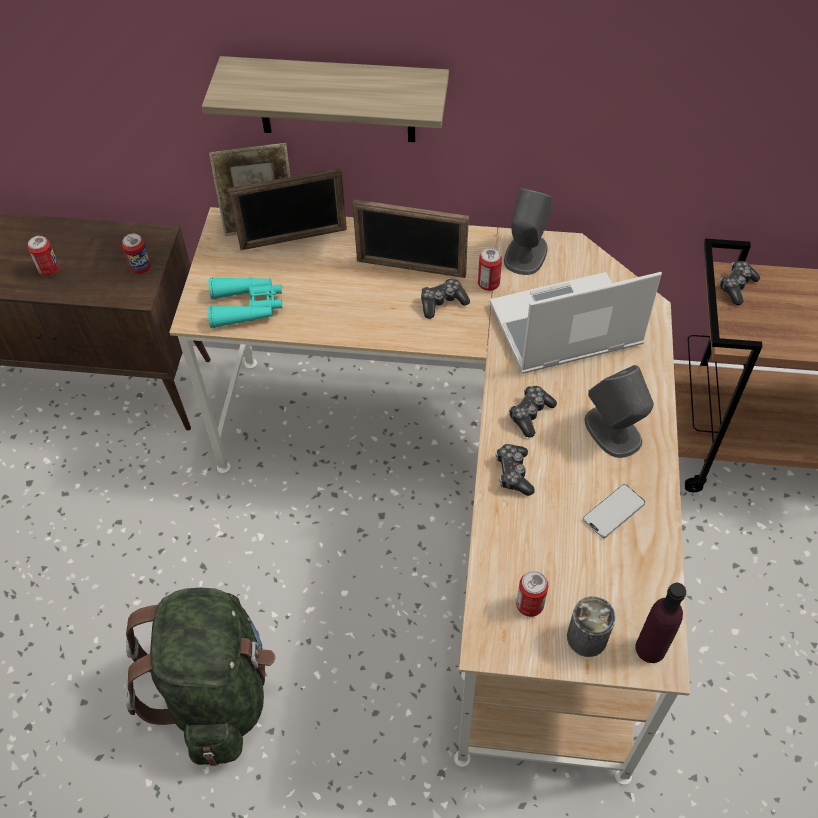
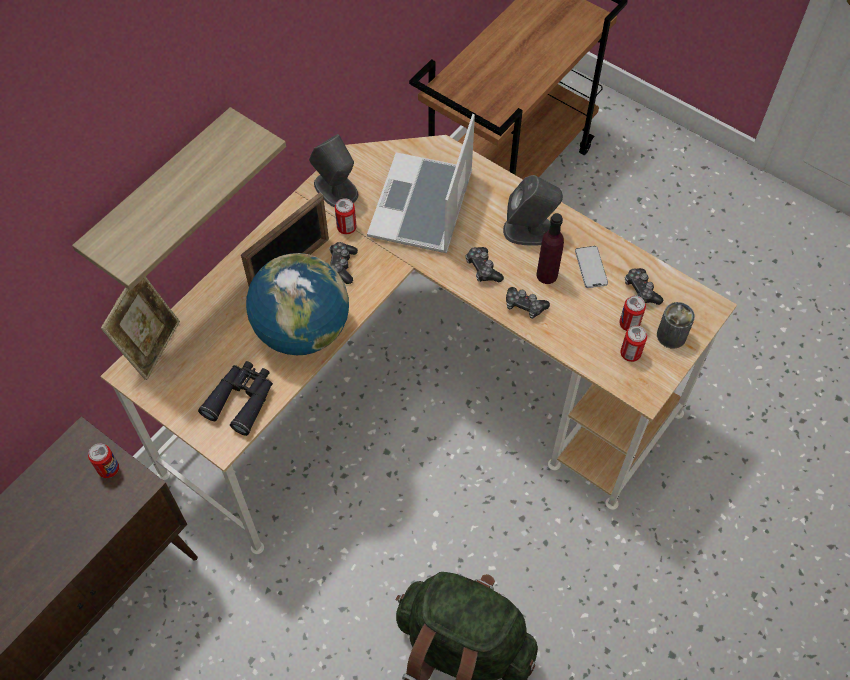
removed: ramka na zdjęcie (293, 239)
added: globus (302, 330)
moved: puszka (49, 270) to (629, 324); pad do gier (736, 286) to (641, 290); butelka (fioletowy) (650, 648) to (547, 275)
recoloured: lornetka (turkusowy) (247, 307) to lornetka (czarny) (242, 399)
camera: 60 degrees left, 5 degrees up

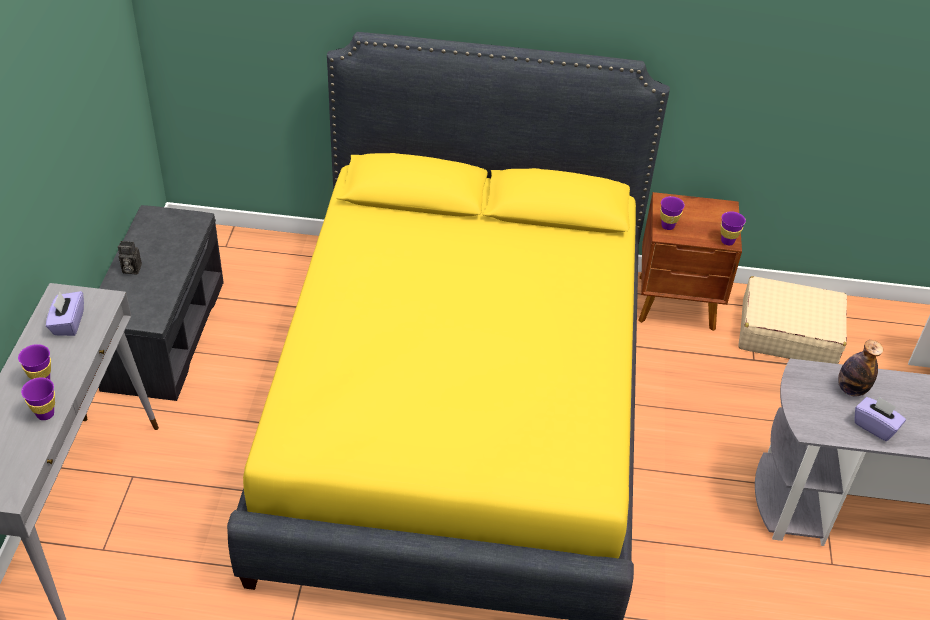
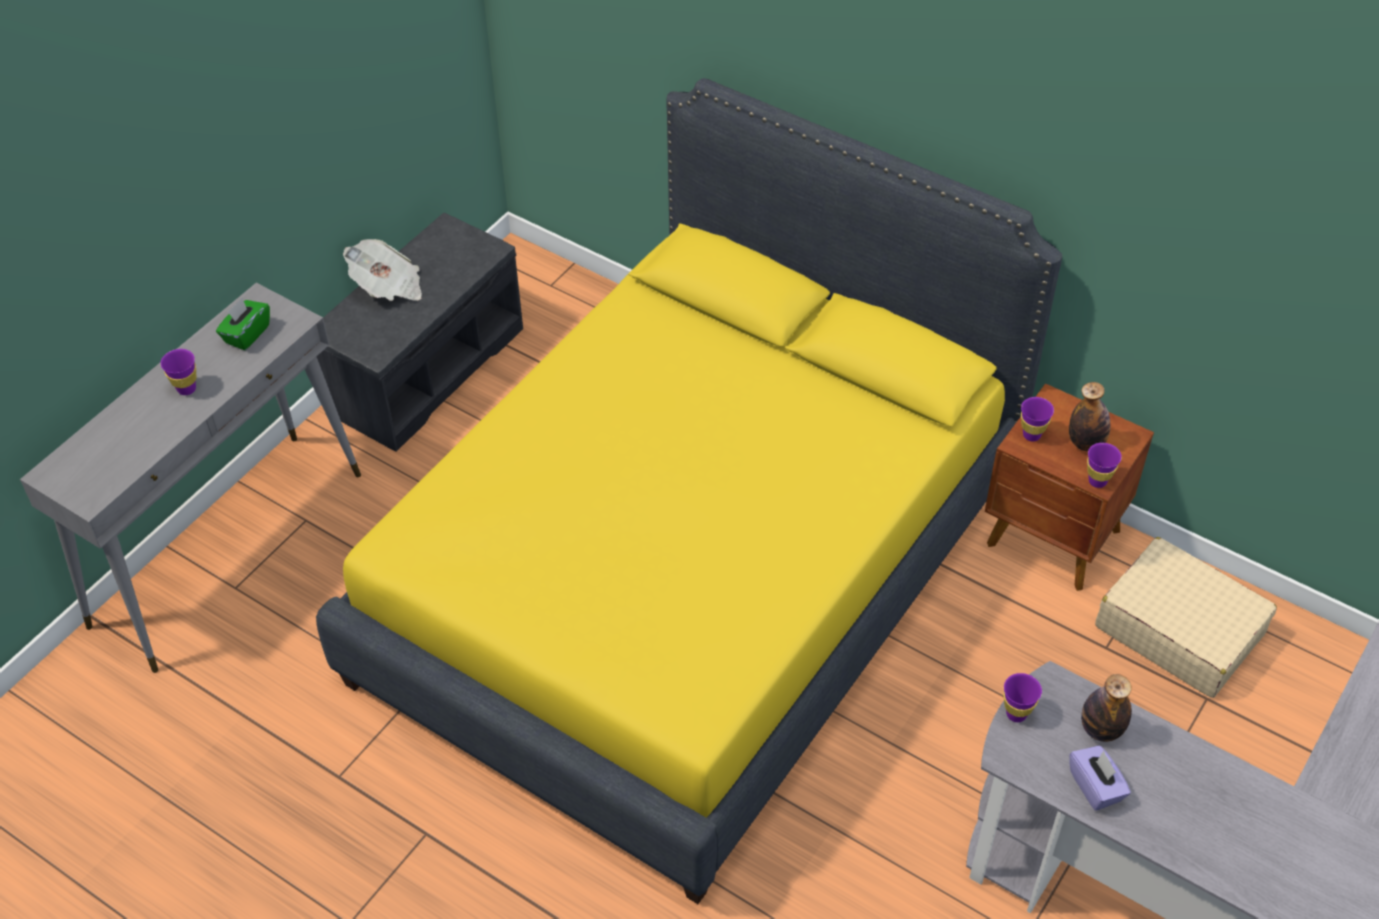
added: butelka (1086, 443)
moved: filiżanka (fioletowy) (45, 414) to (1016, 714)
replaced: aparat fotograficzny (130, 269) to gazeta (388, 287)
recoloured: pudełko chusteczek (fioletowy) (68, 323) to pudełko chusteczek (zielony) (246, 334)
camera: 30 degrees right, 5 degrees up

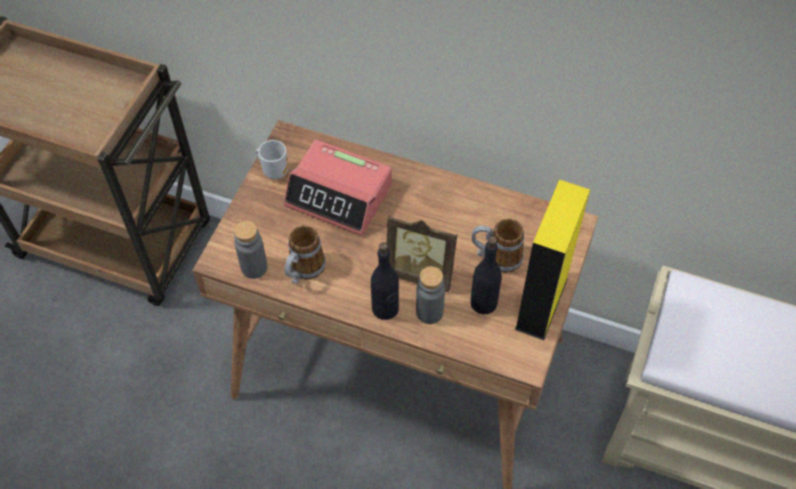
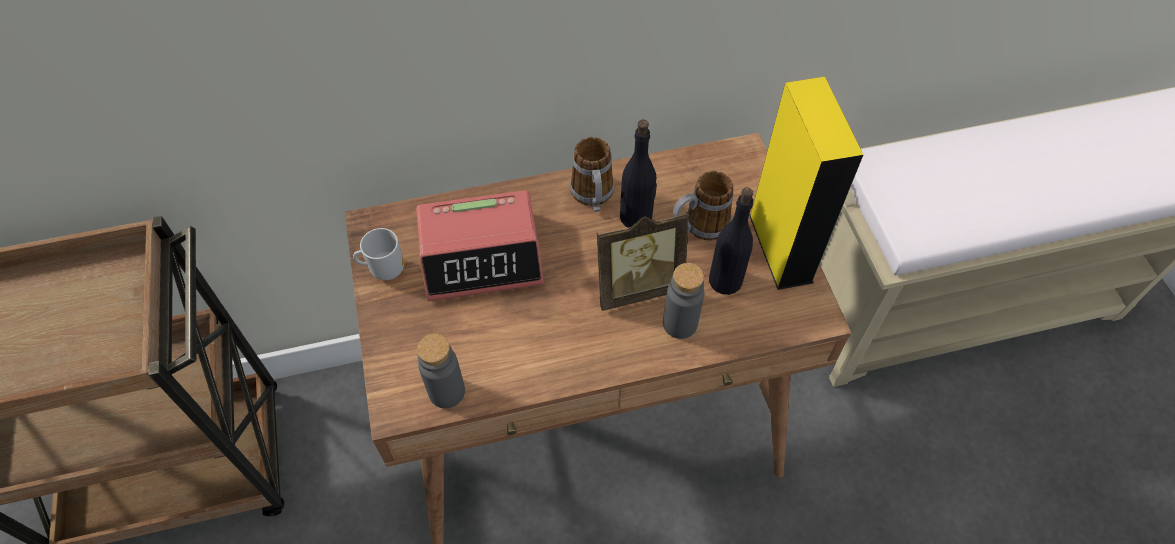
moved: kubek (303, 271) to (593, 197); butelka (czarny) (385, 308) to (636, 217)
camera: 35 degrees left, 0 degrees up

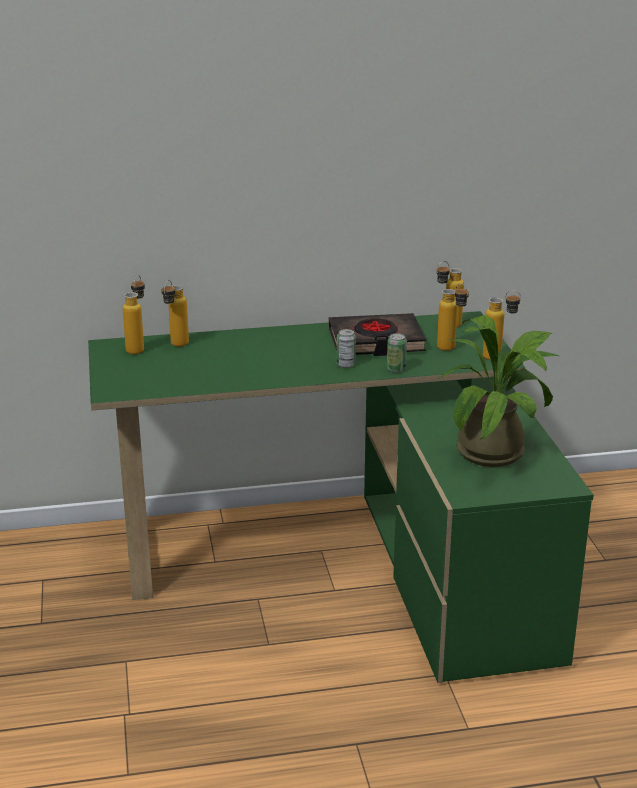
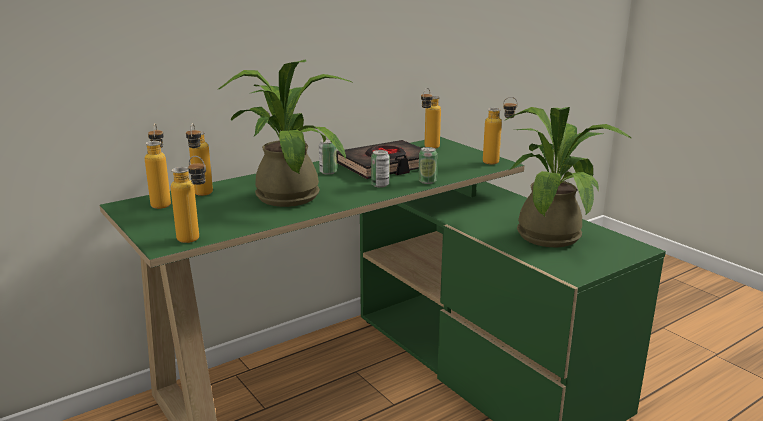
added: roślina doniczkowa (287, 194); puszka (328, 172)
moved: butelka (451, 350) to (195, 240)
camera: 25 degrees left, 5 degrees down

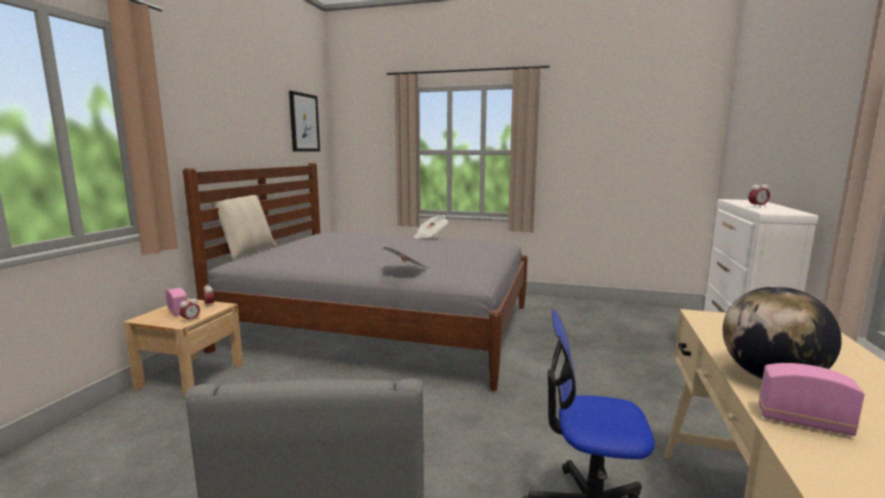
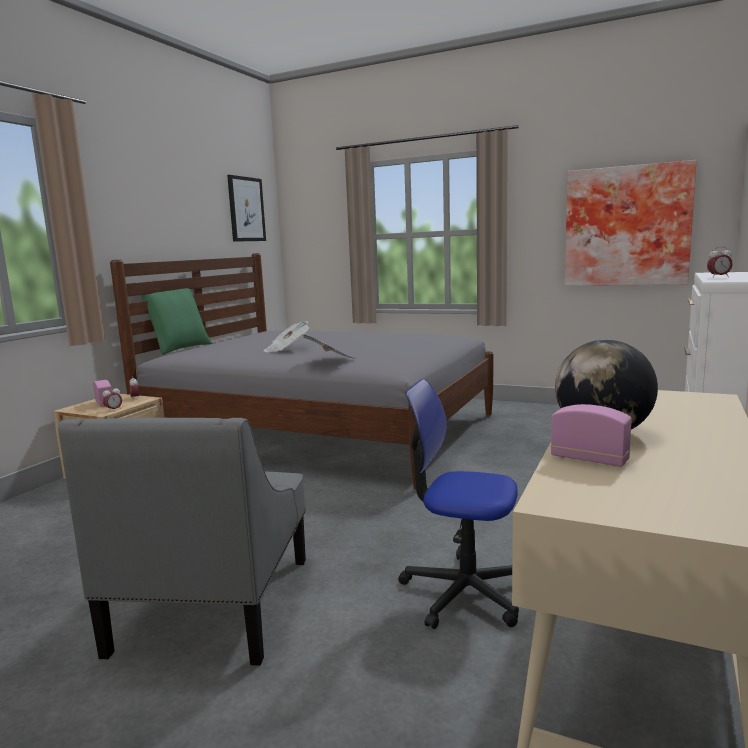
added: obraz (626, 226)
moved: gazeta (430, 236) to (287, 349)
recoloured: poduszka (beżowy) (247, 252) to poduszka (zielony) (179, 349)
camera: 10 degrees right, 0 degrees up

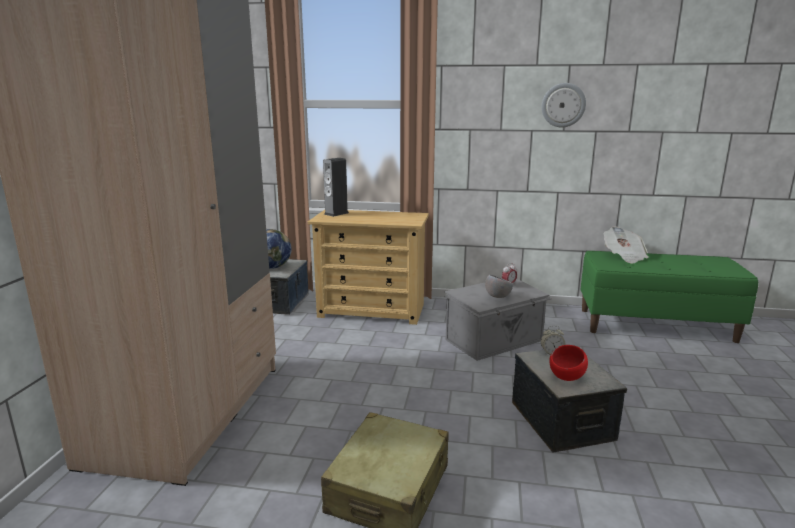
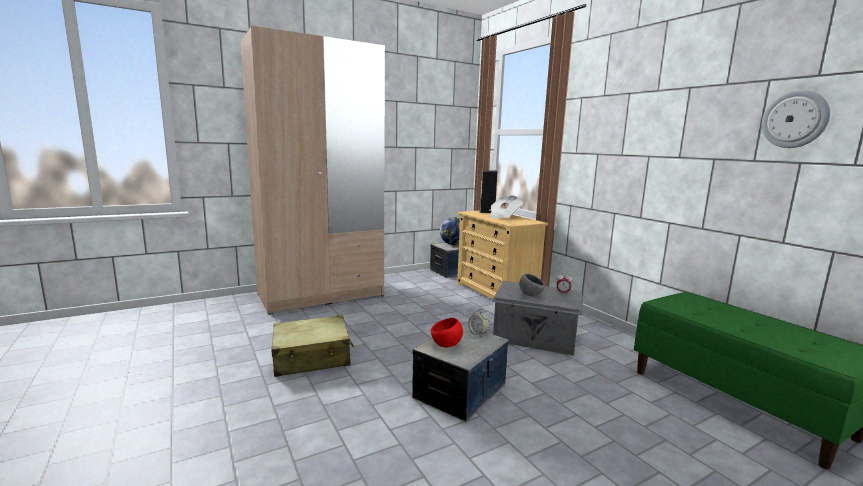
moved: zegar ścienny (563, 105) to (795, 119); gazeta (624, 256) to (503, 216)
camera: 50 degrees right, 5 degrees down

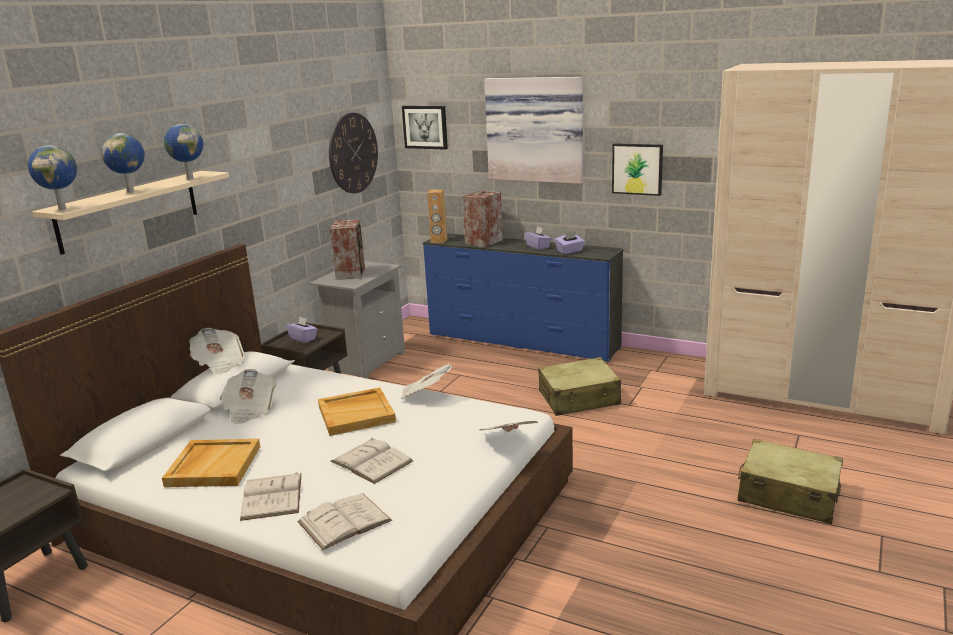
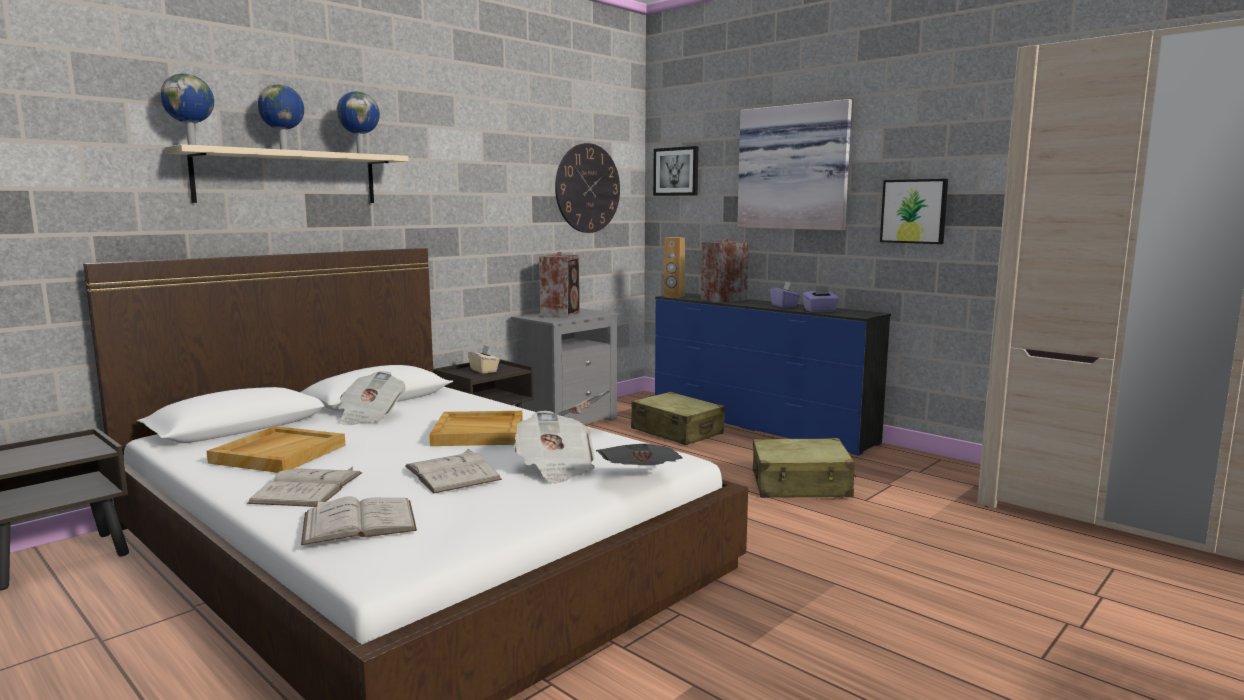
moved: gazeta (219, 364) to (555, 468); walizka (beżowy) (788, 495) to (677, 432)
recoloured: pudełko chusteczek (fioletowy) (303, 338) to pudełko chusteczek (beżowy) (484, 370)
camera: 15 degrees right, 10 degrees down

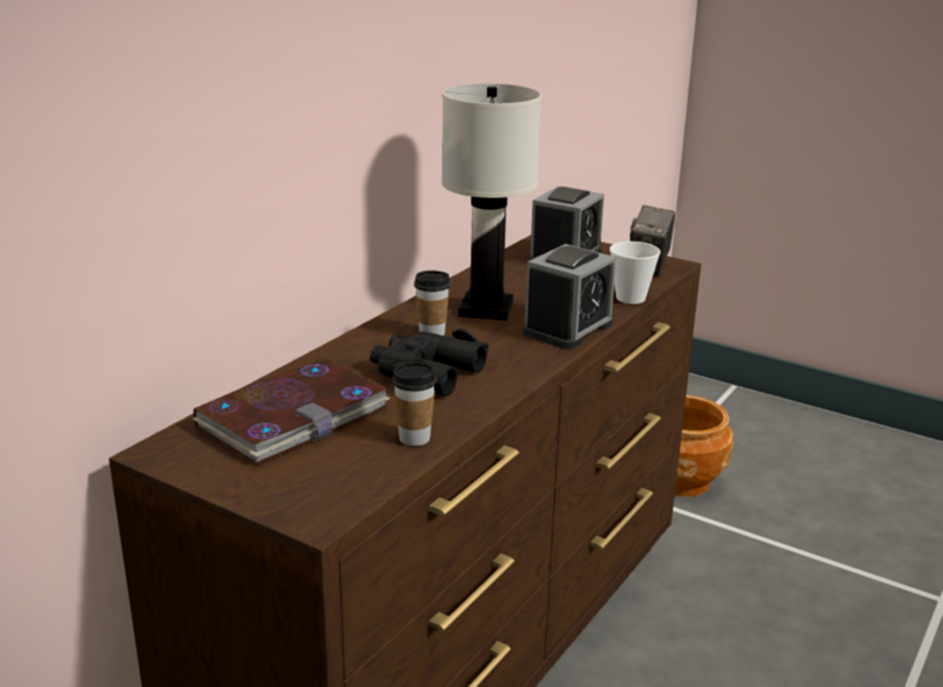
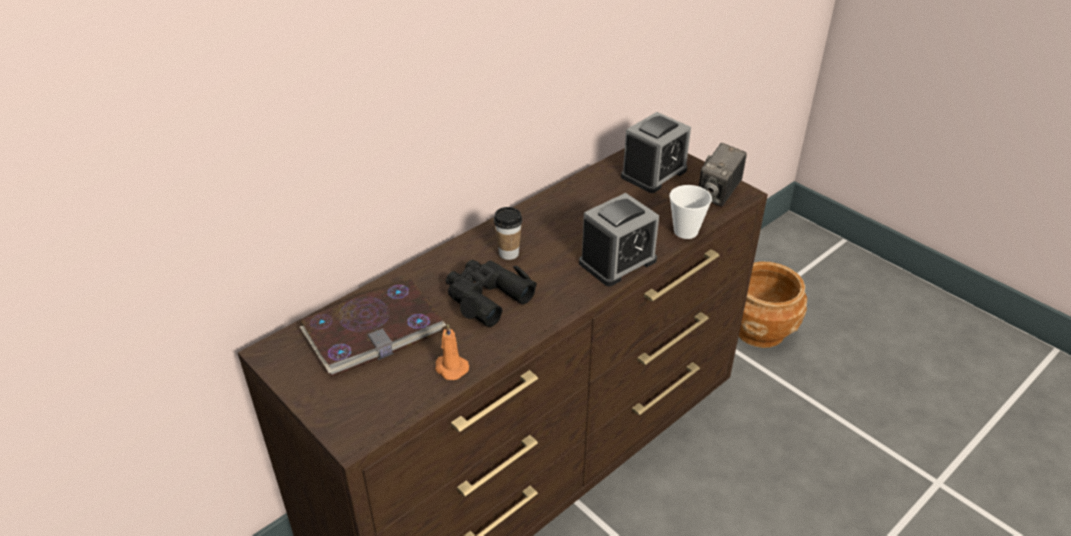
removed: lampa stołowa (biały) (487, 309)
replaced: filiżanka (414, 438) to świeca (pomarańczowy) (450, 368)
camera: 15 degrees right, 15 degrees up

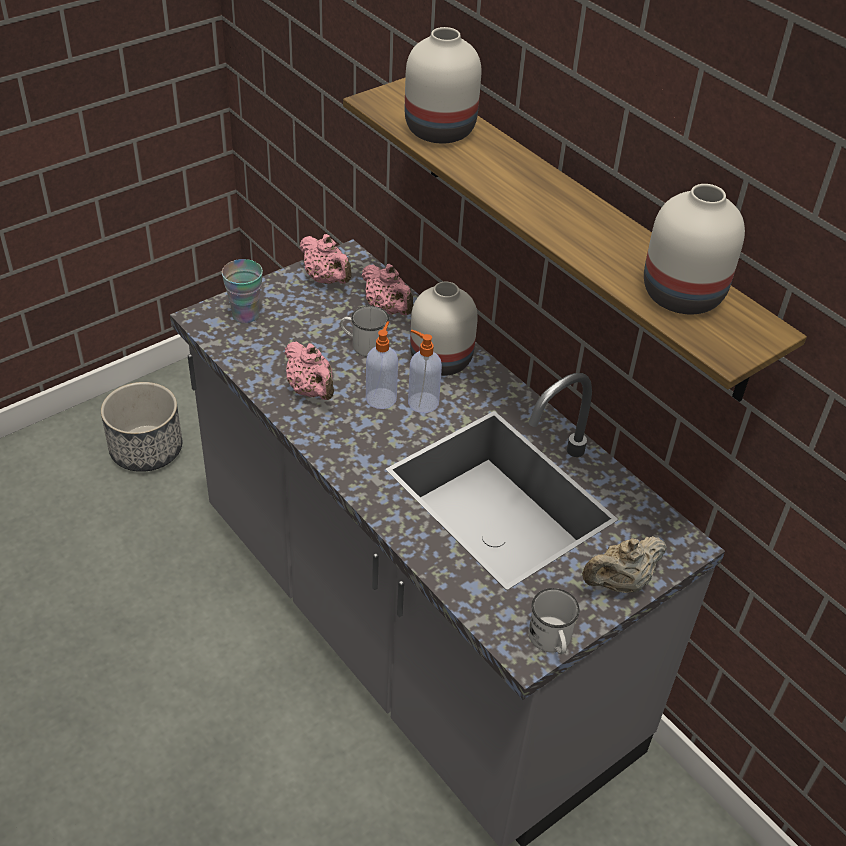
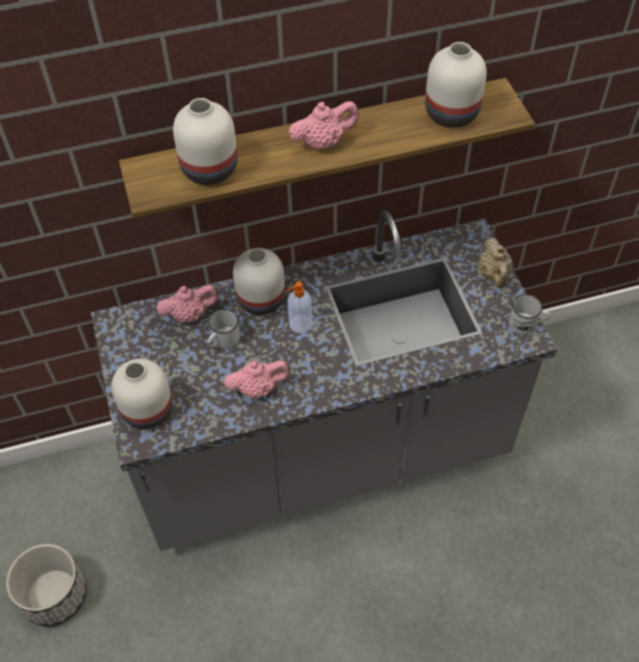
removed: dozownik mydła (381, 397)
moved: imbryk (różowy) (327, 279) to (323, 142)
replaced: filiżanka (245, 315) to wazon (biały) (149, 410)
camera: 65 degrees left, 10 degrees up

